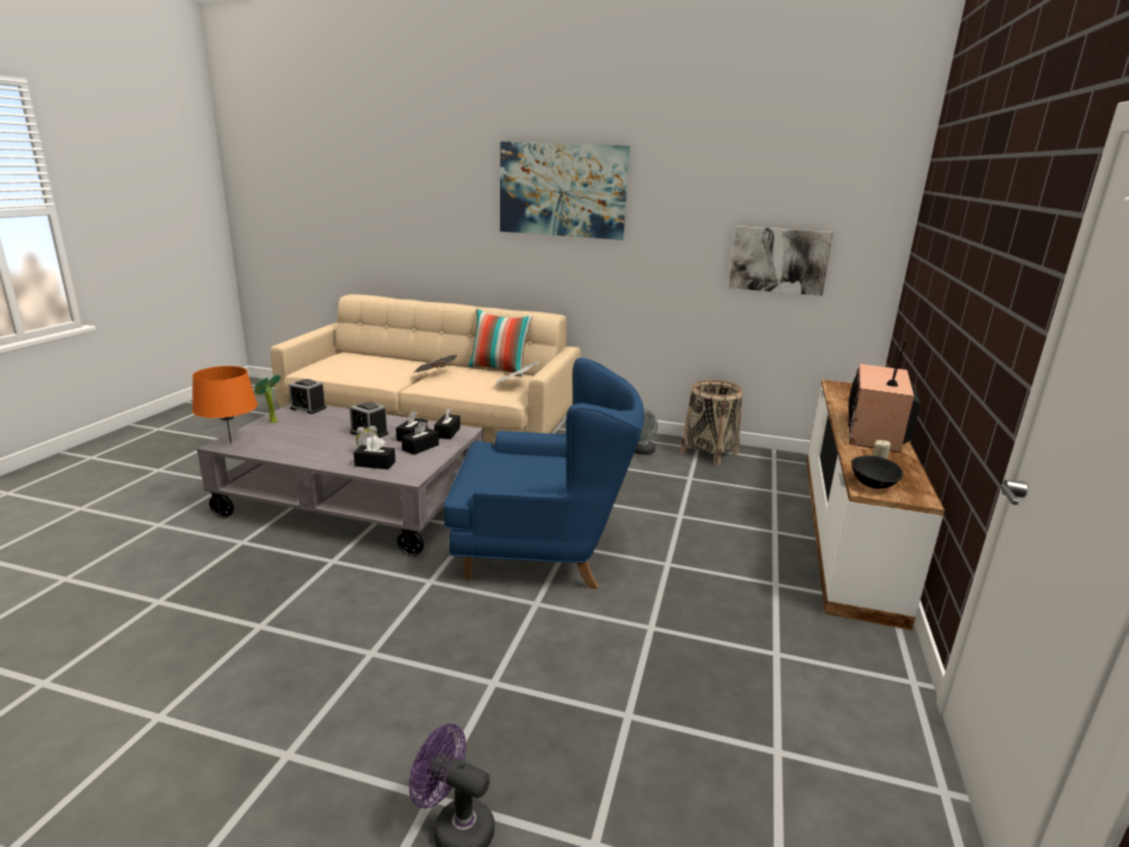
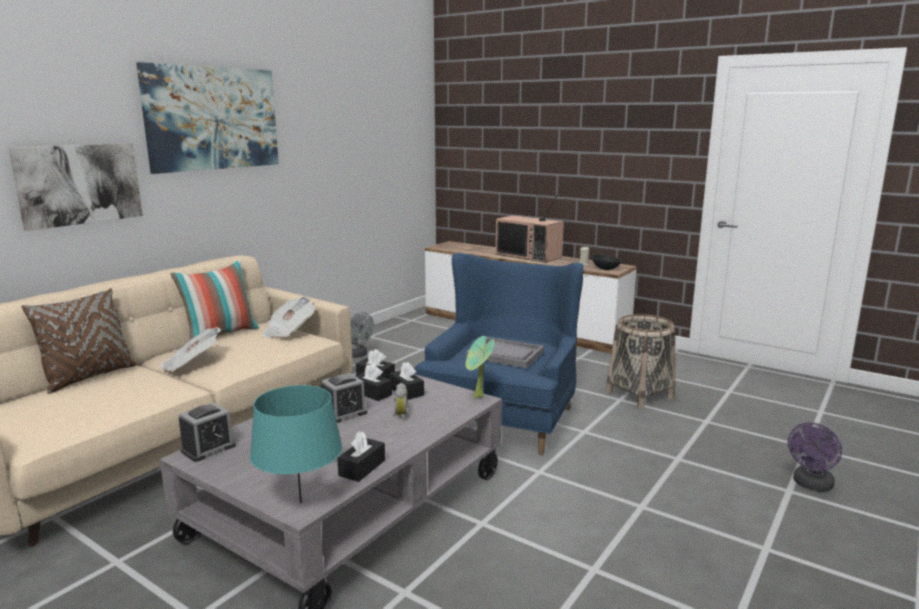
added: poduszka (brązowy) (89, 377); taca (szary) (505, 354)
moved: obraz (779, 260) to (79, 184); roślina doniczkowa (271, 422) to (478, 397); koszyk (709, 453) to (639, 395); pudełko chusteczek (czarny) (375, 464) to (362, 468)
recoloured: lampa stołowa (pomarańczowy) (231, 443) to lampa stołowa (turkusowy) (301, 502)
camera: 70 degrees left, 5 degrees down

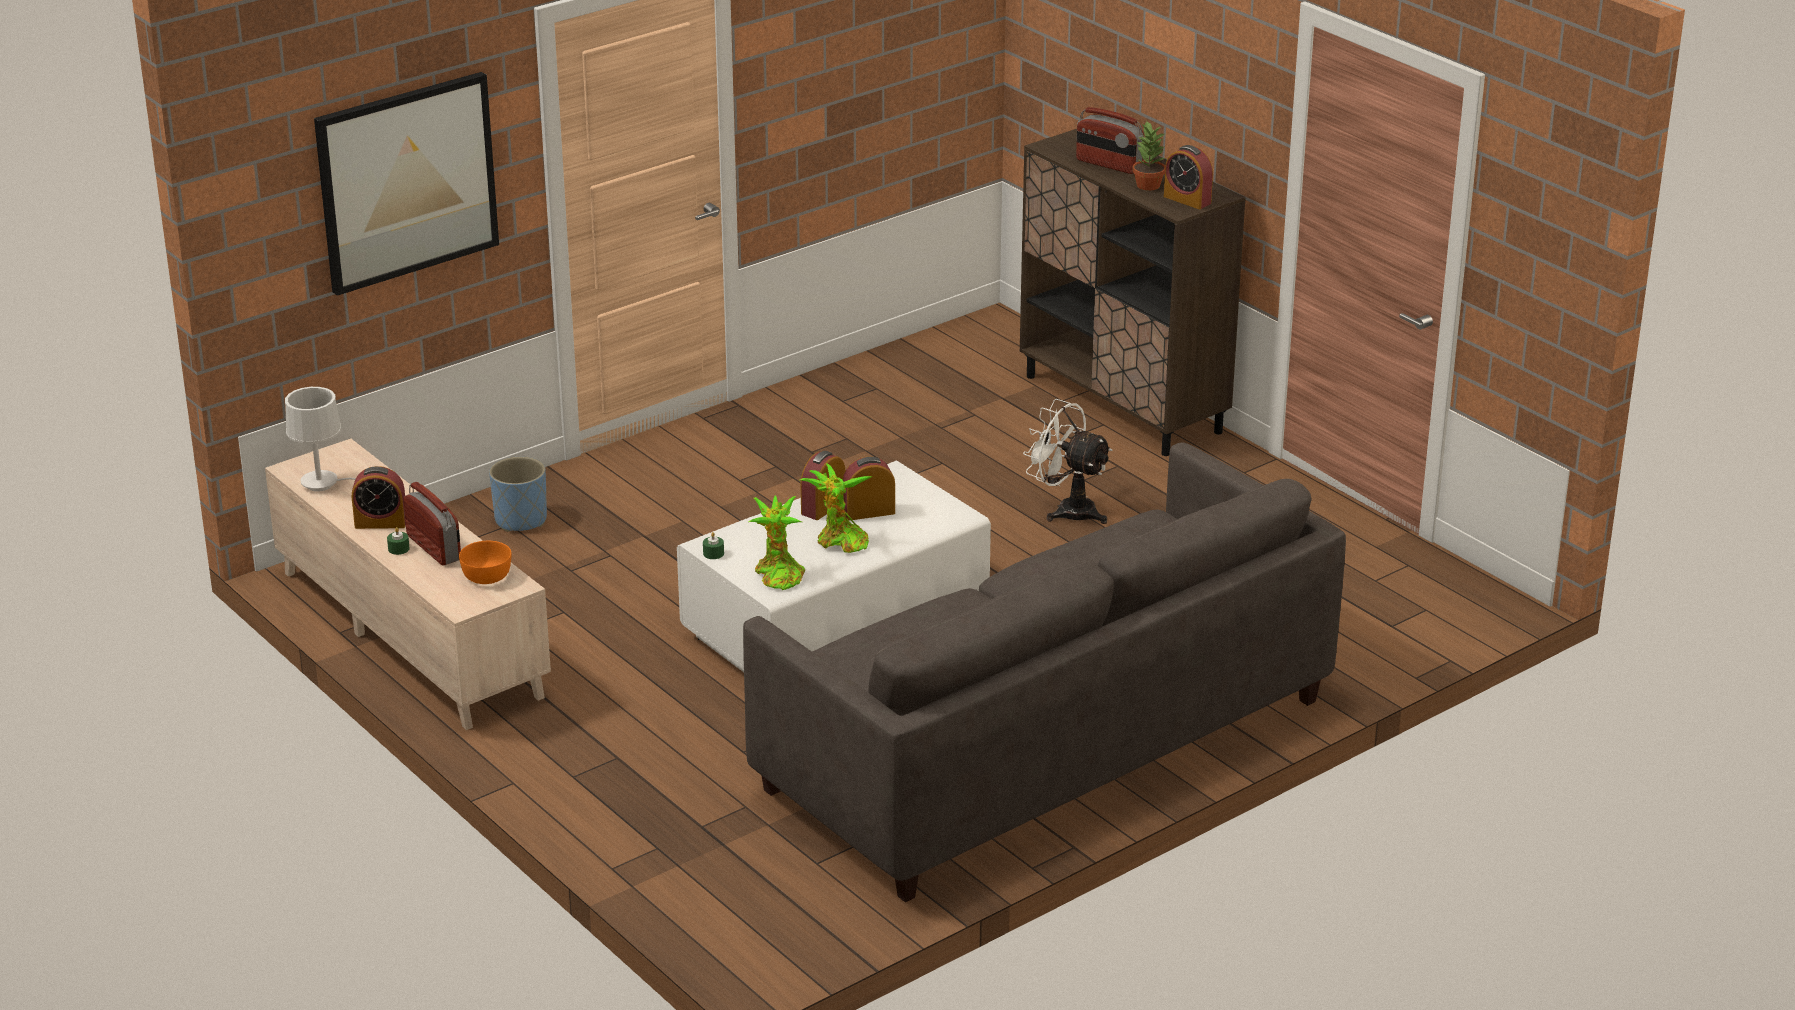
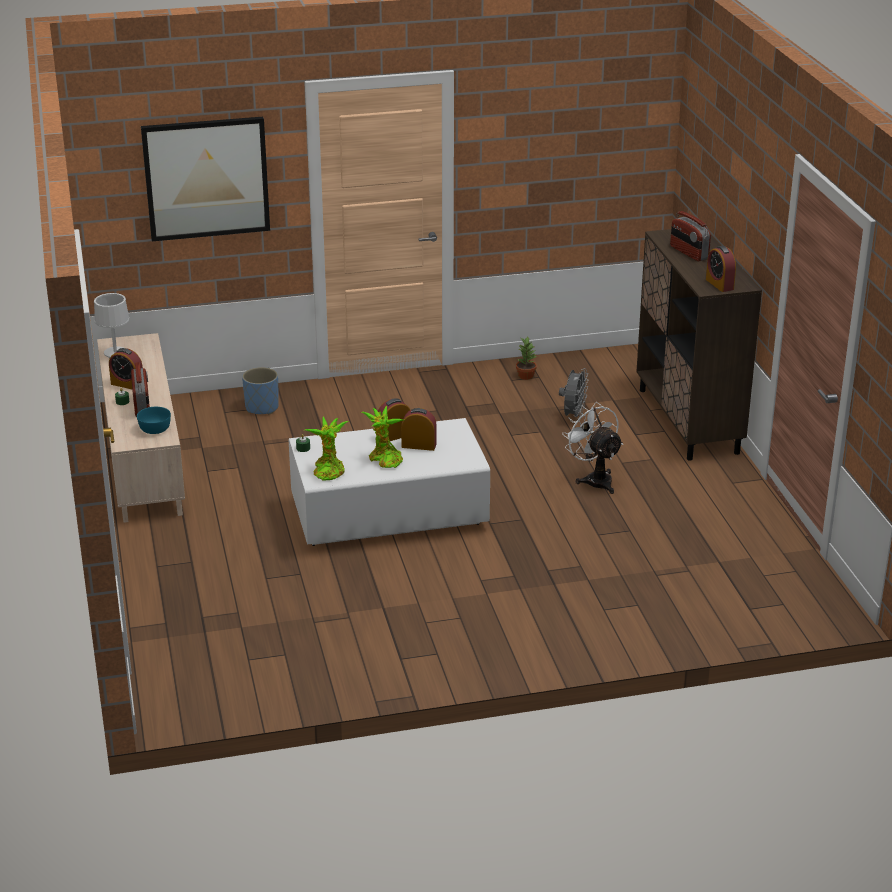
removed: kanapa (szary) (1045, 745)
added: wentylator (szary) (573, 416)
moved: roślina doniczkowa (1147, 185) to (525, 376)
recoloured: miska (pomarańczowy) (486, 575) to miska (turkusowy) (154, 428)
camera: 25 degrees right, 0 degrees up

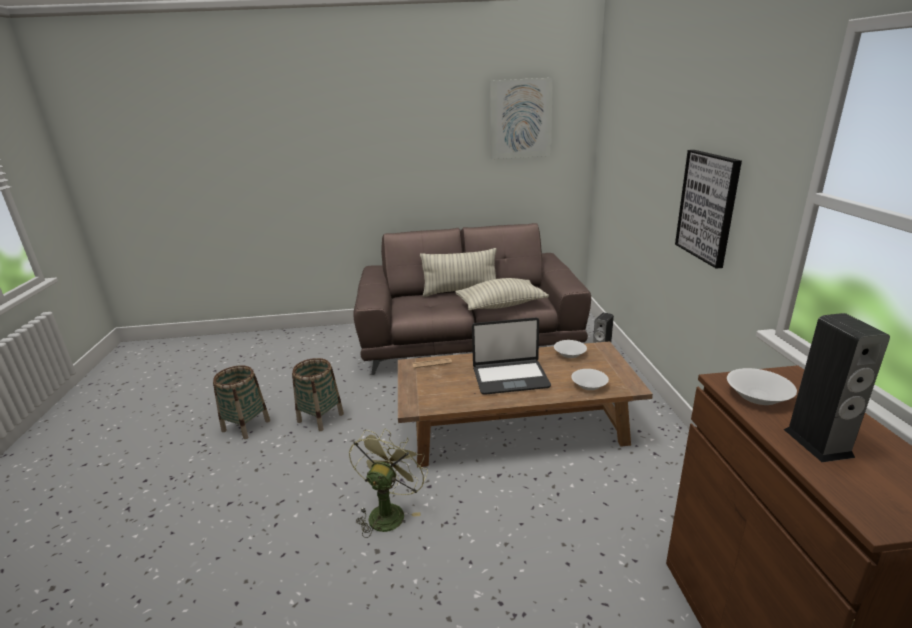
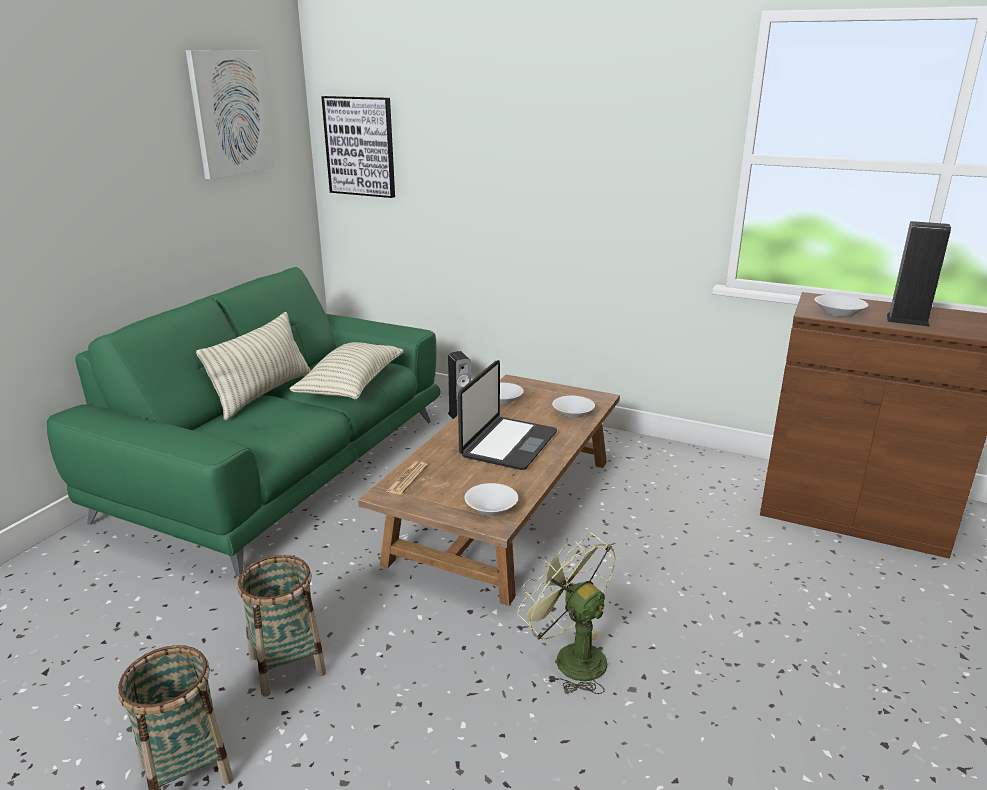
added: miska (biały) (492, 507)
moved: obraz (708, 206) to (360, 146)
recoloured: kanapa (brązowy) (469, 339) to kanapa (zielony) (281, 466)
camera: 60 degrees left, 0 degrees up

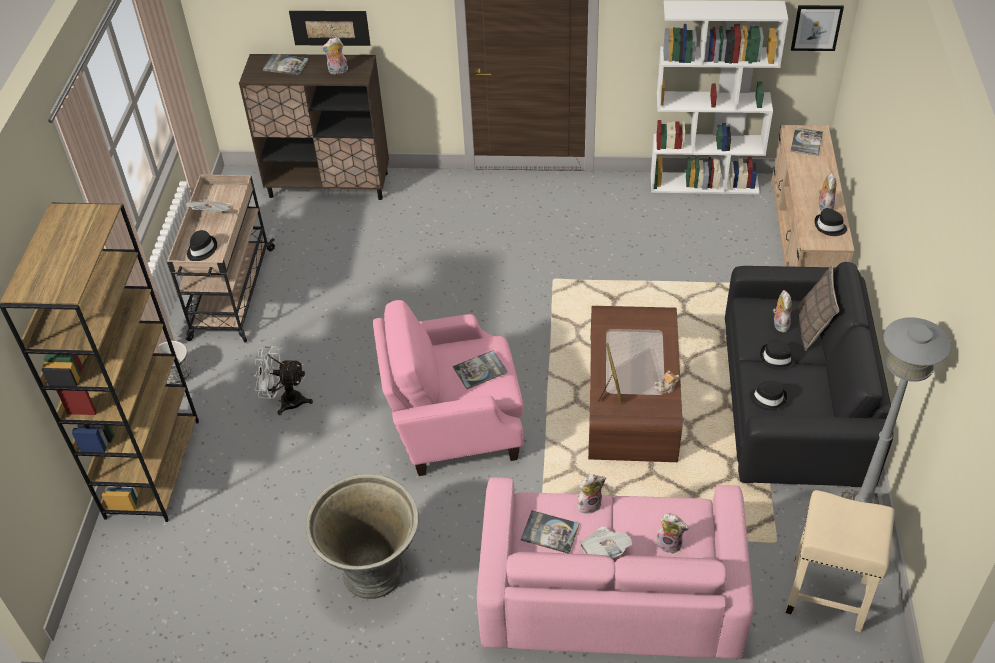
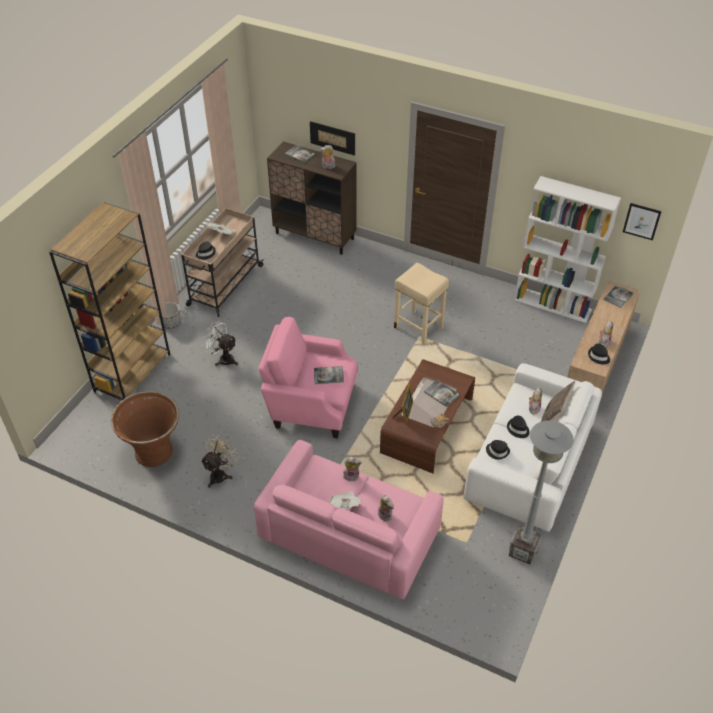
added: donica (brązowy) (154, 453)
moved: stołek (beżowy) (828, 596) to (419, 328); książka (550, 532) to (441, 393)
replaced: donica (szary) (373, 574) to wentylator (beżowy) (221, 474)
recoloured: kanapa (czarny) (794, 401) to kanapa (biały) (529, 462)
camera: 20 degrees right, 0 degrees up

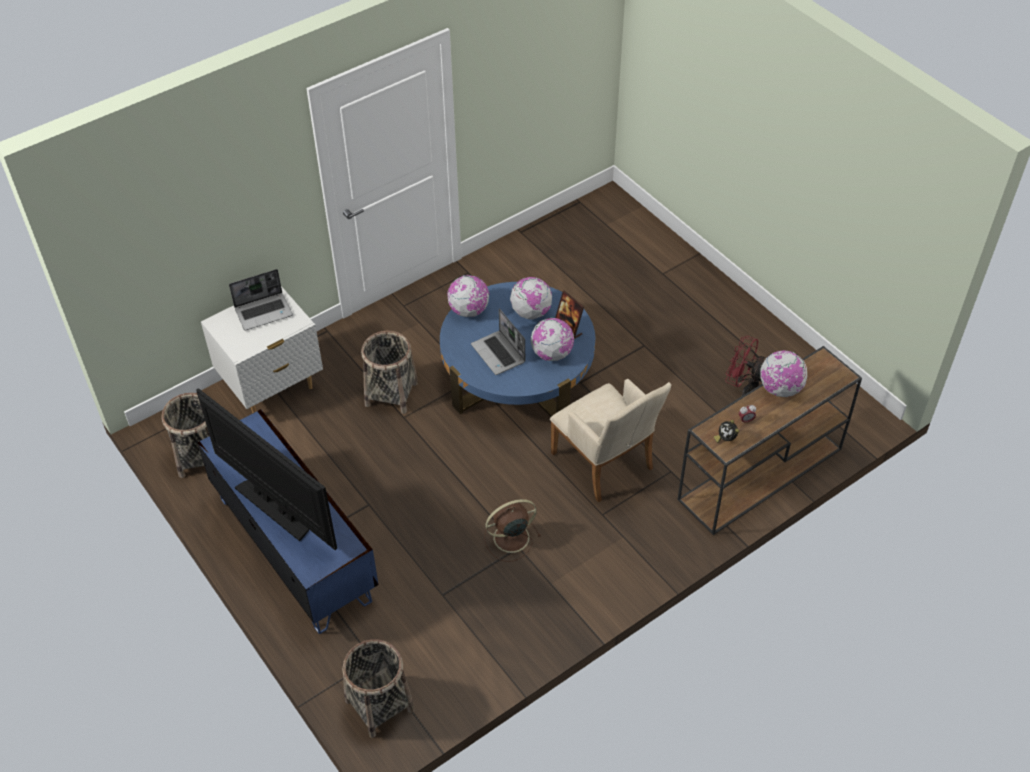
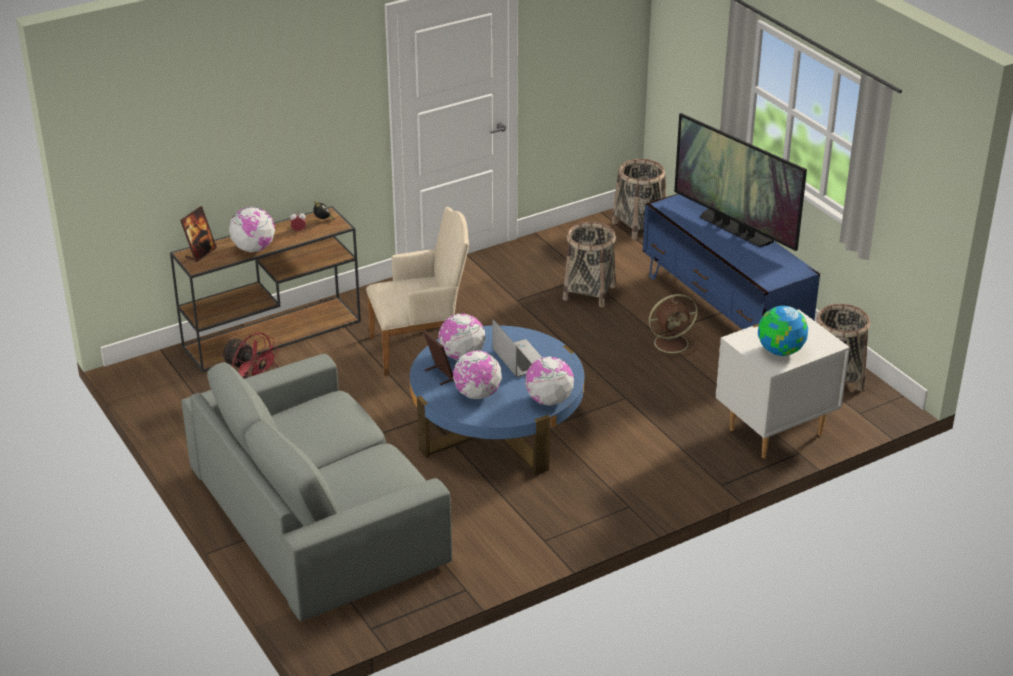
added: ramka na zdjęcie (200, 253); kanapa (szary) (319, 516)
moved: koszyk (391, 394) to (589, 292); wentylator (brązowy) (509, 538) to (672, 343)
replaced: laptop (264, 311) to globus (780, 351)
turned: fotel (beżowy) (605, 465) = (421, 349) 105 degrees clockwise
camera: 175 degrees left, 15 degrees down

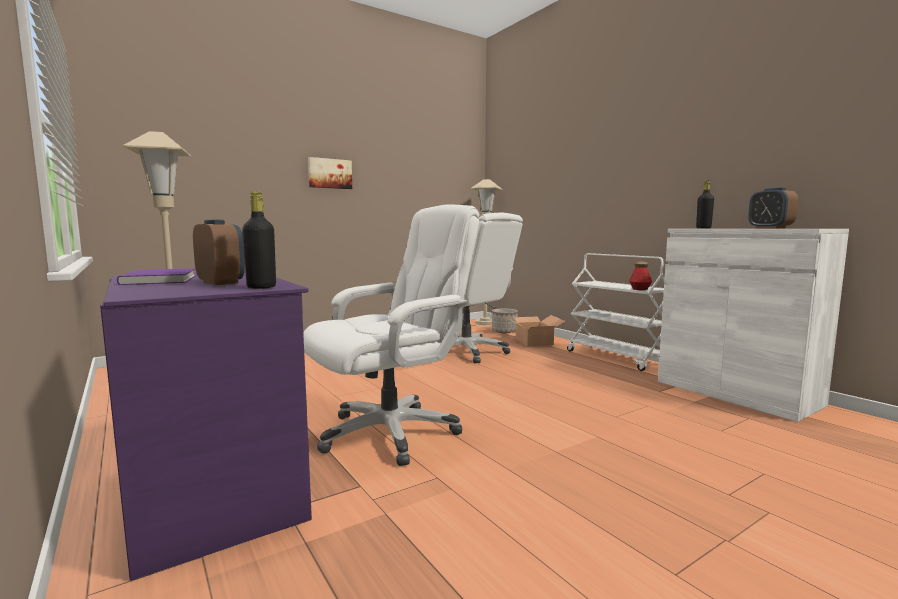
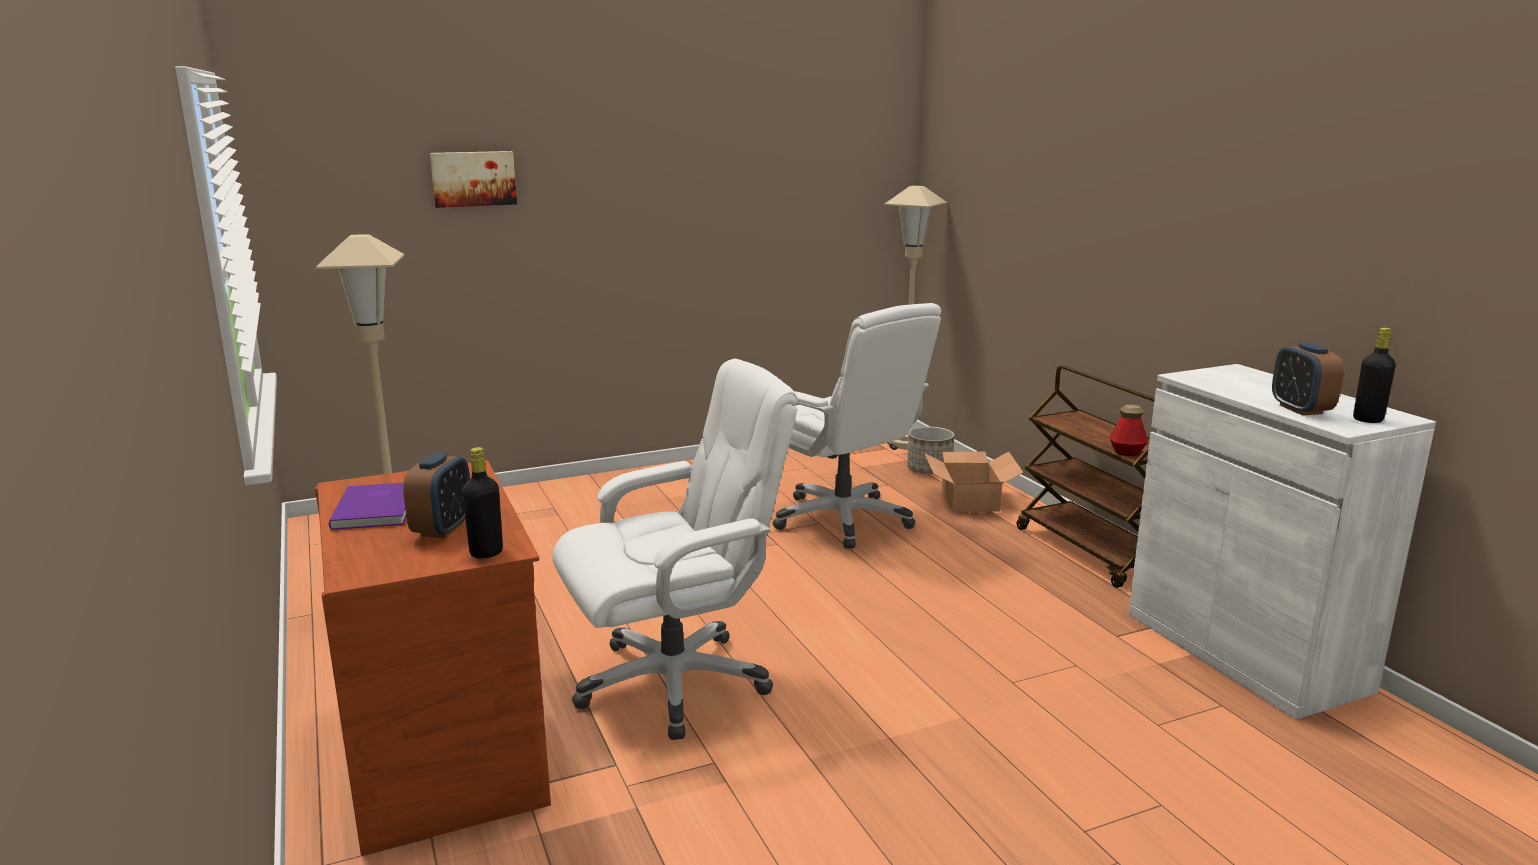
moved: obraz (330, 173) to (473, 178); butelka (czarny) (703, 228) to (1367, 420)
recoloured: wózek (biały) (616, 358) to wózek (brązowy) (1092, 552); biurko (fioletowy) (214, 489) to biurko (brązowy) (444, 750)
turned: budzik (220, 283) = (442, 529) 45 degrees clockwise
camera: 10 degrees right, 10 degrees up

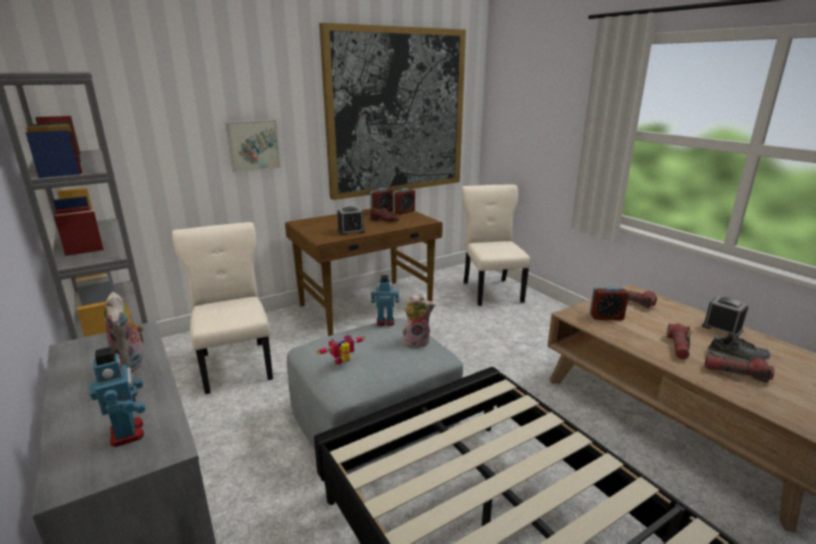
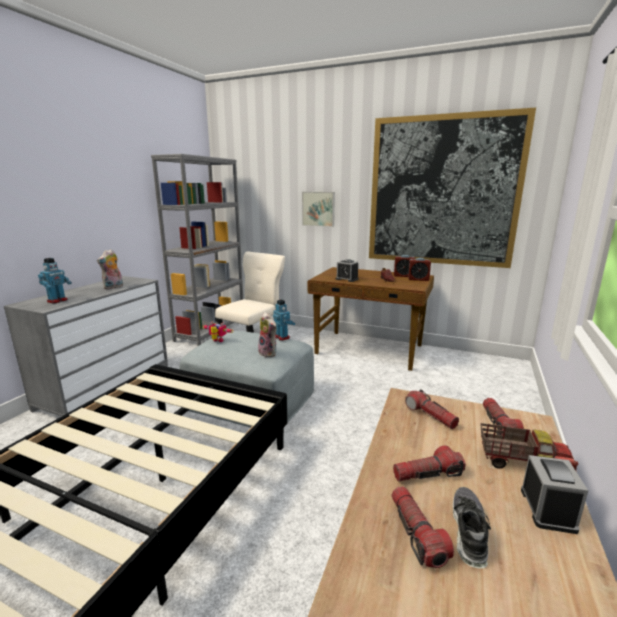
removed: krzesło (beżowy) (491, 291)
added: ciężarówka zabawkowa (522, 462)
replaced: budzik (606, 317) to latarka (430, 415)
turned: but (736, 357) = (468, 531) 150 degrees counterclockwise
camera: 55 degrees right, 5 degrees down

